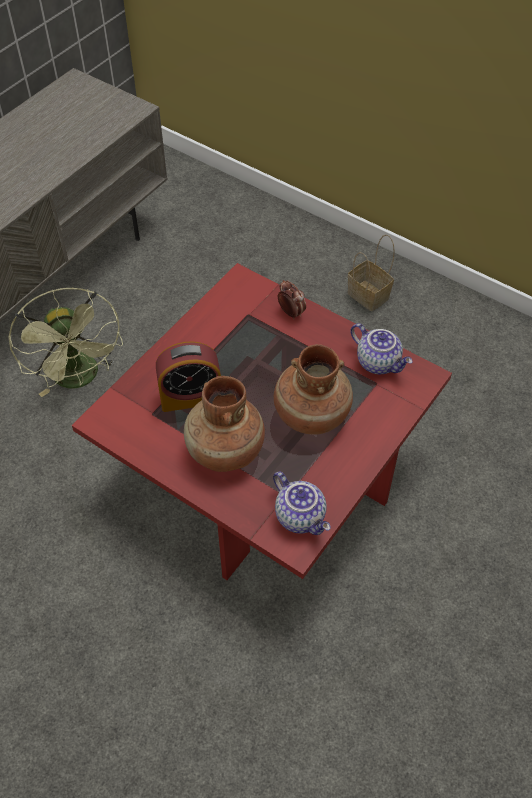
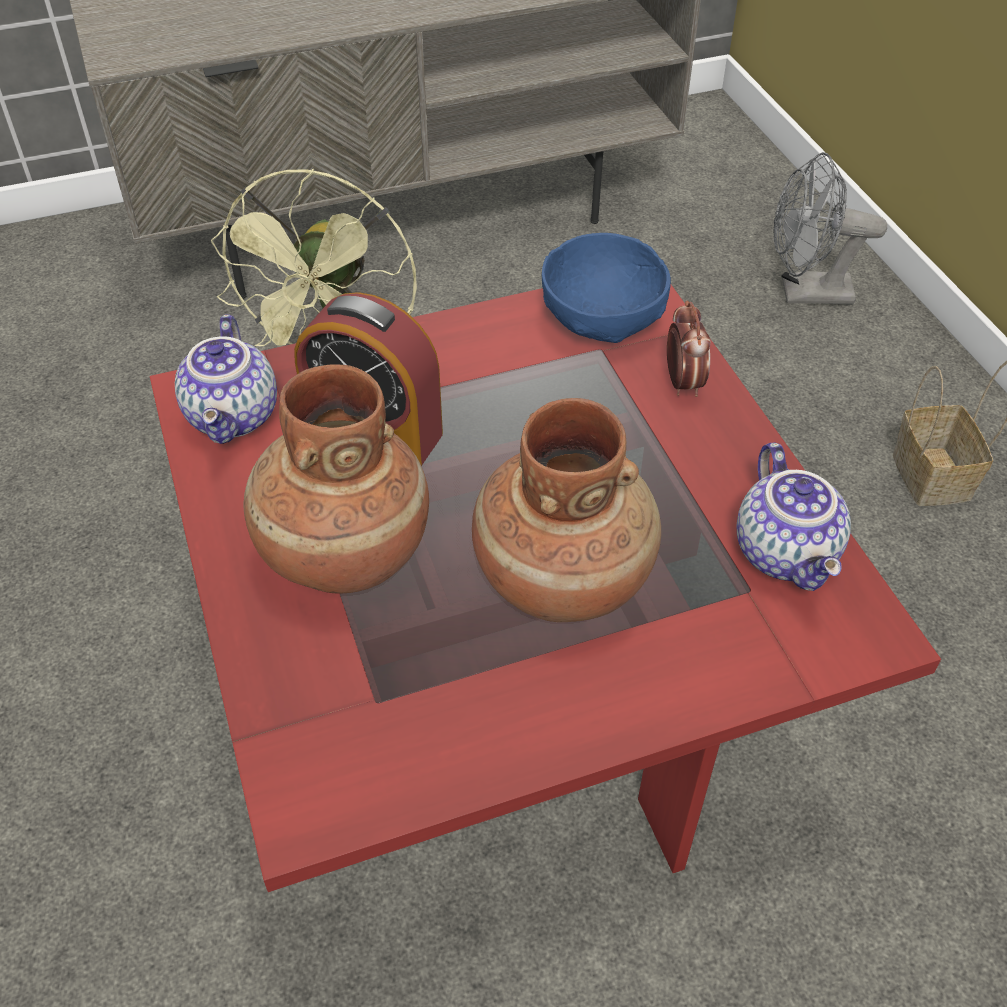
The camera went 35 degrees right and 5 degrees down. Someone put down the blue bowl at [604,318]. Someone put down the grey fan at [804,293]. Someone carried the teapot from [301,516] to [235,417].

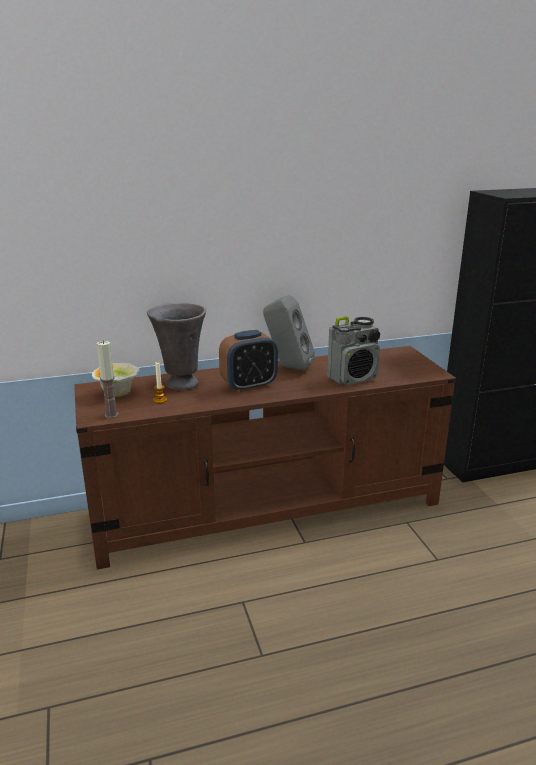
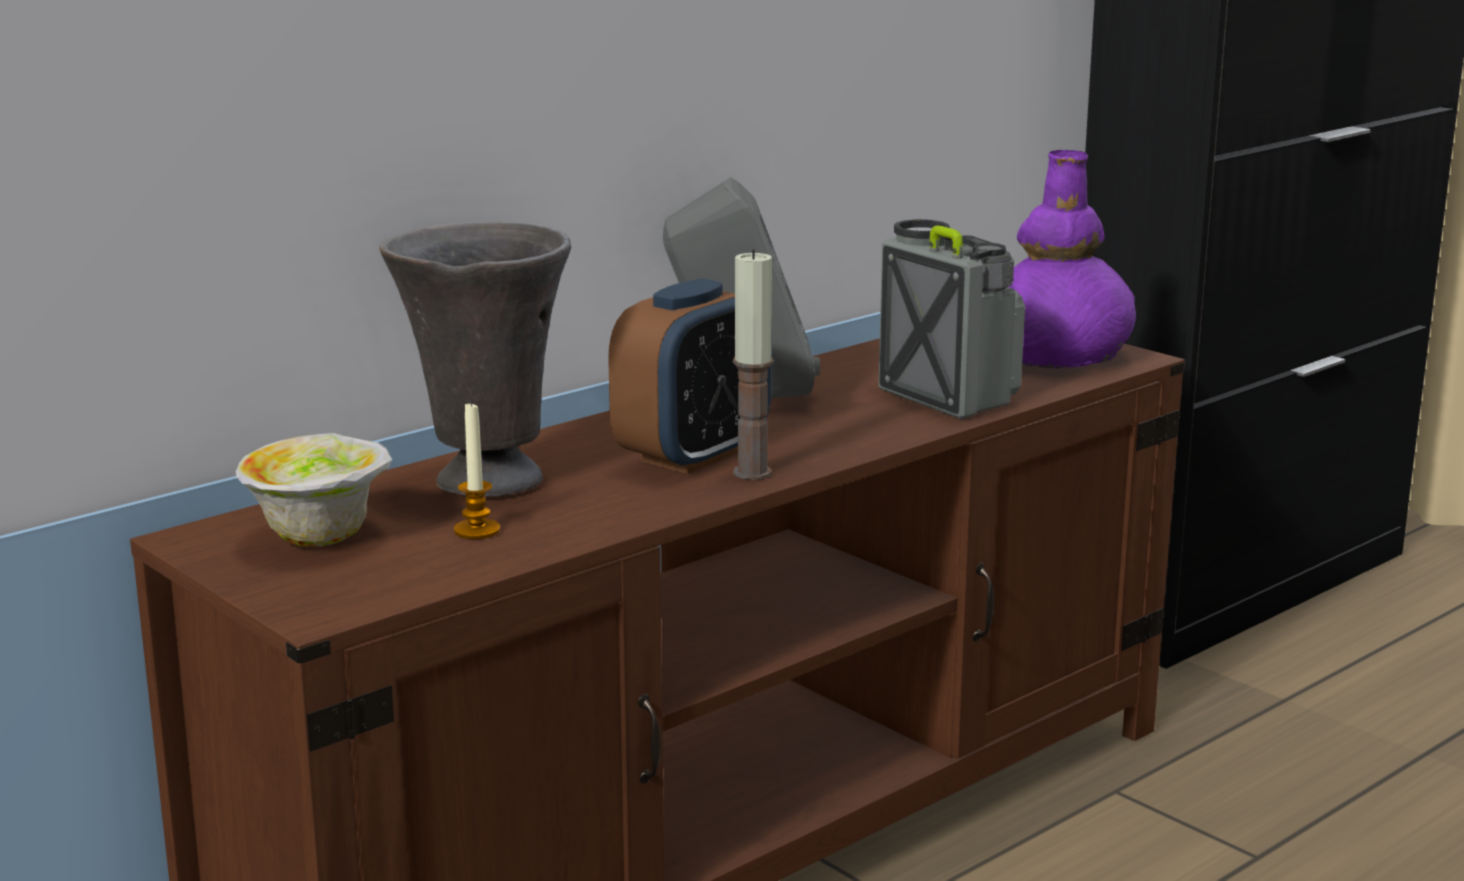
The camera went 25 degrees left and 5 degrees down. Someone put down the purple vase at [1057,356]. Someone carried the candle from [111,415] to [752,473]. Someone rotated the radio at [353,378] by 75 degrees counterclockwise.

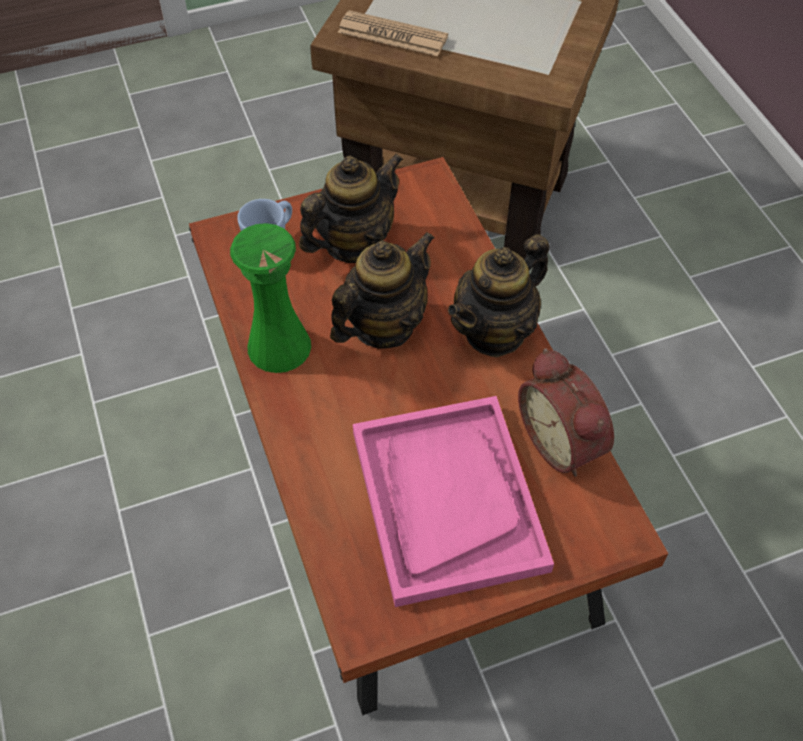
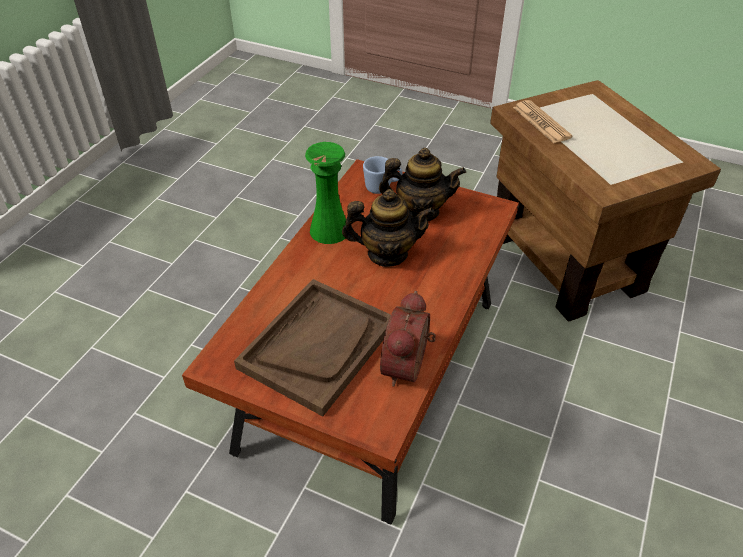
The camera went 45 degrees right and 10 degrees down. Someone took away the teapot at [495,332]. Someone repainted the pink tray at [447,499], which became the brown tray at [317,346].

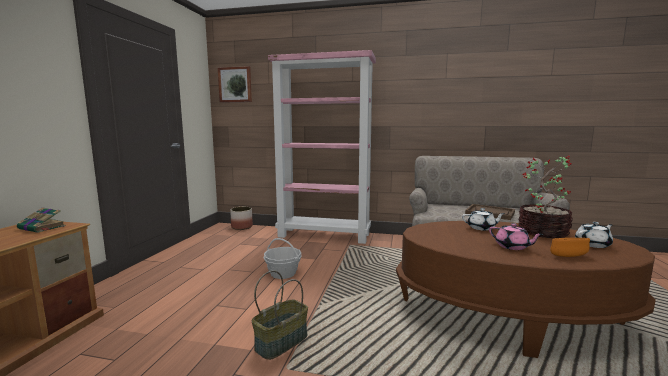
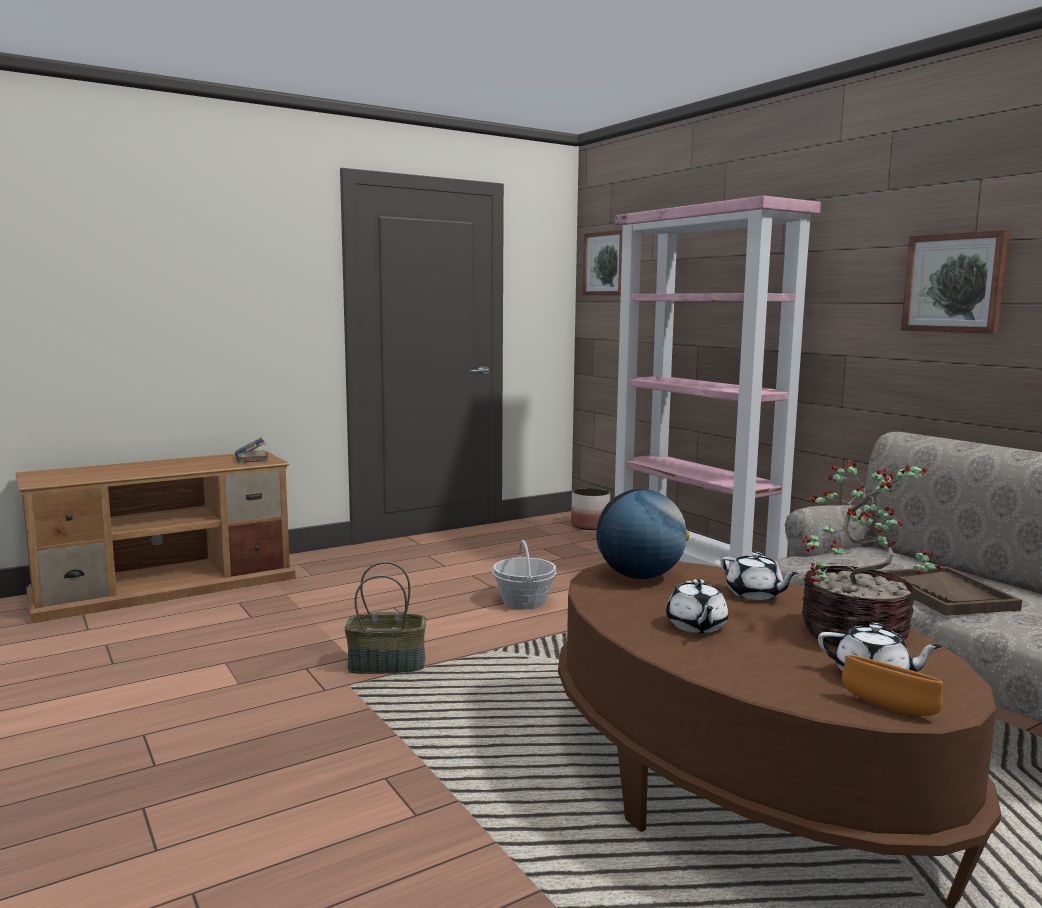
The camera went 45 degrees right and 0 degrees up. Someone put down the globe at [639,576]. Someone put up the picture at [954,283]. Someone carried the orange bowl from [568,256] to [888,708]. Someone repainted the pink teapot at [512,247], which became the white teapot at [696,626].

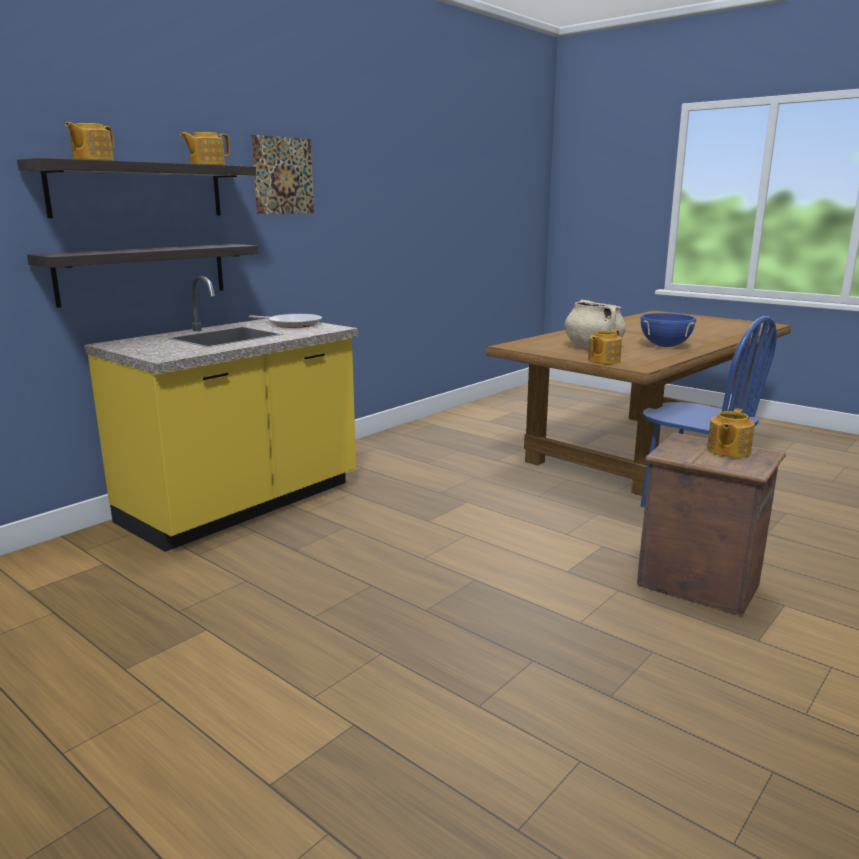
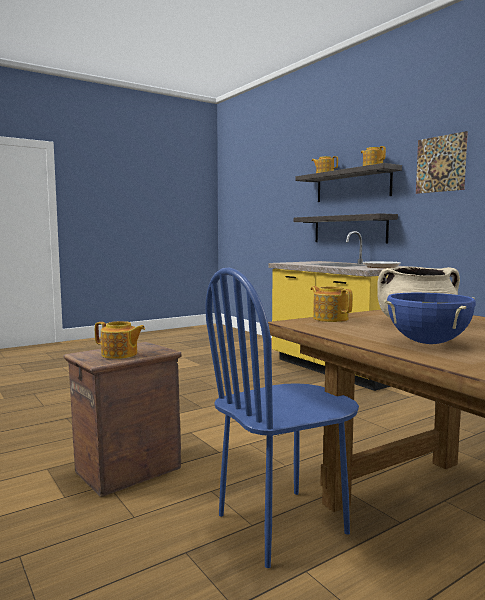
The camera went 105 degrees right and 10 degrees down. Someone rotated the teapot at [727,451] by 150 degrees clockwise.

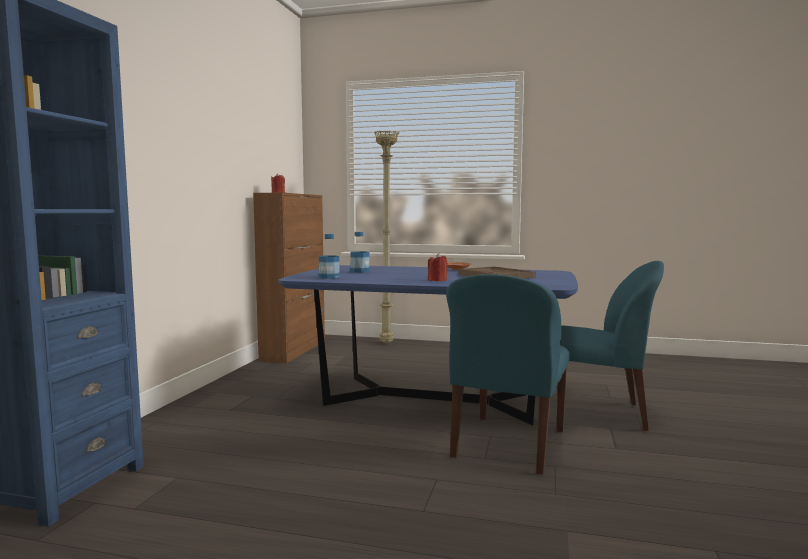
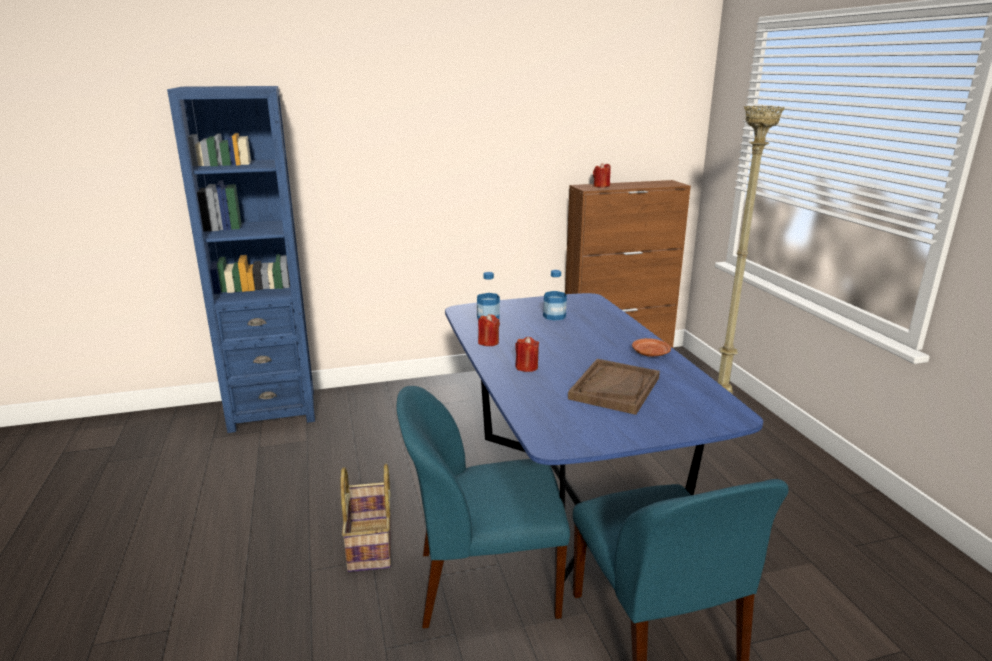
The camera went 60 degrees right and 15 degrees up. Someone put down the basket at [371,544]. Someone put down the red candle at [488,342].

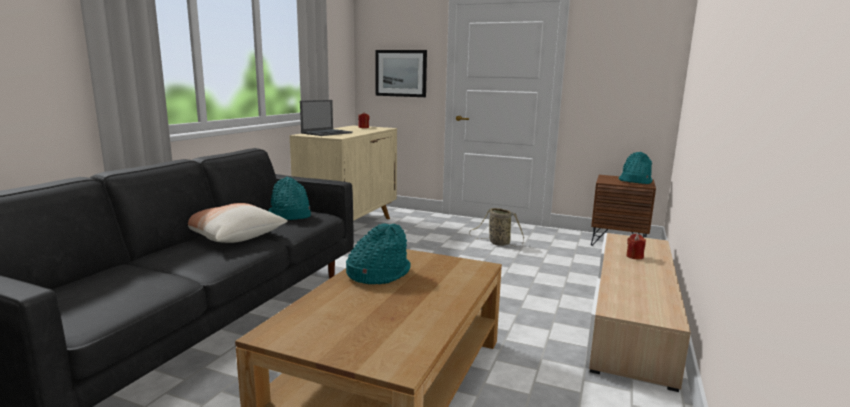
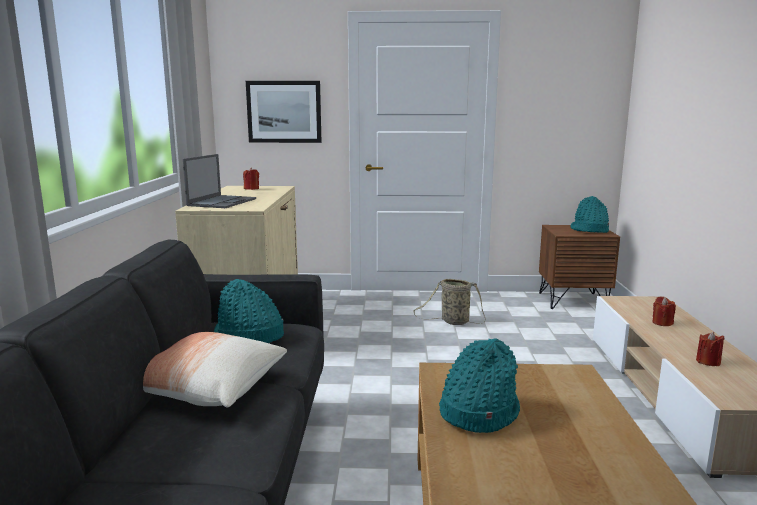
The camera went 20 degrees left and 0 degrees up. Someone put down the red candle at [708,362].

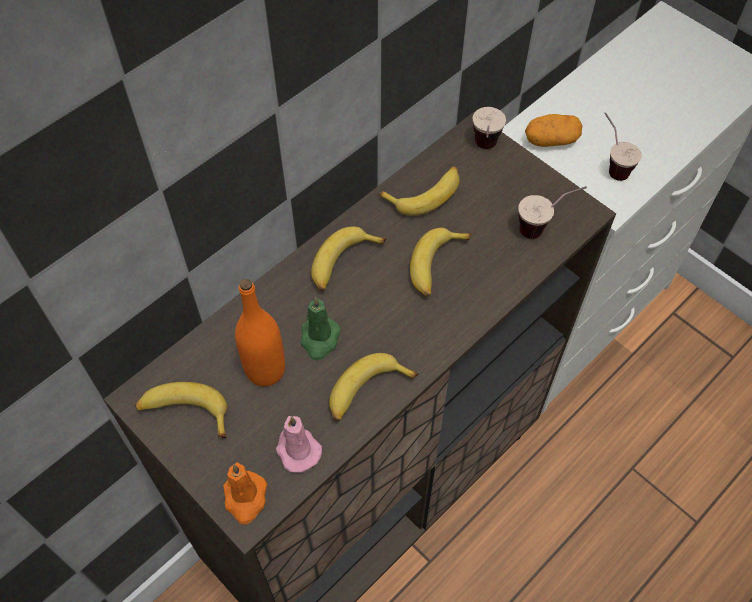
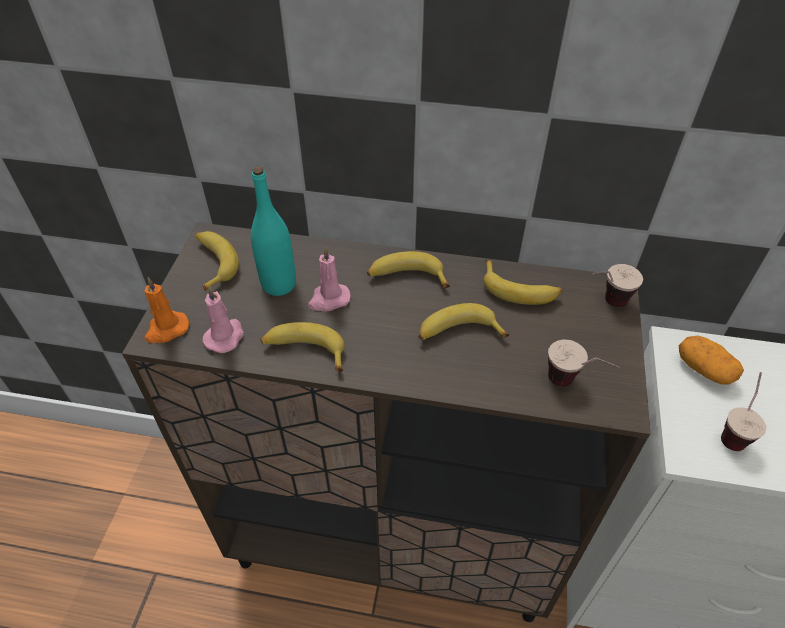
The camera went 55 degrees right and 10 degrees down. Someone repainted the orange bottle at [265,370], which became the turquoise bottle at [279,284]. Someone repainted the green candle at [319,339], which became the pink candle at [328,299].

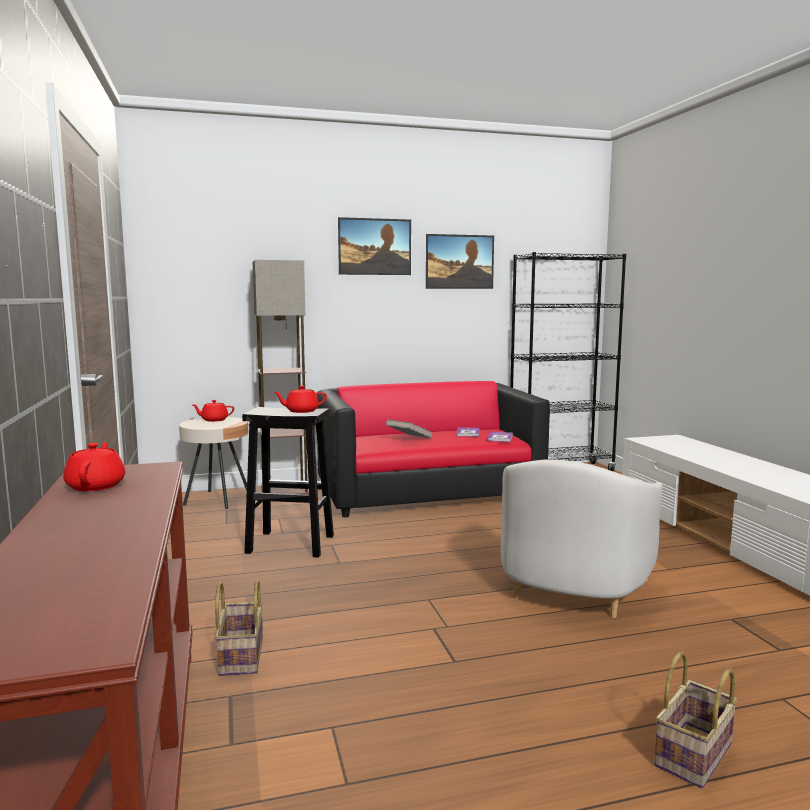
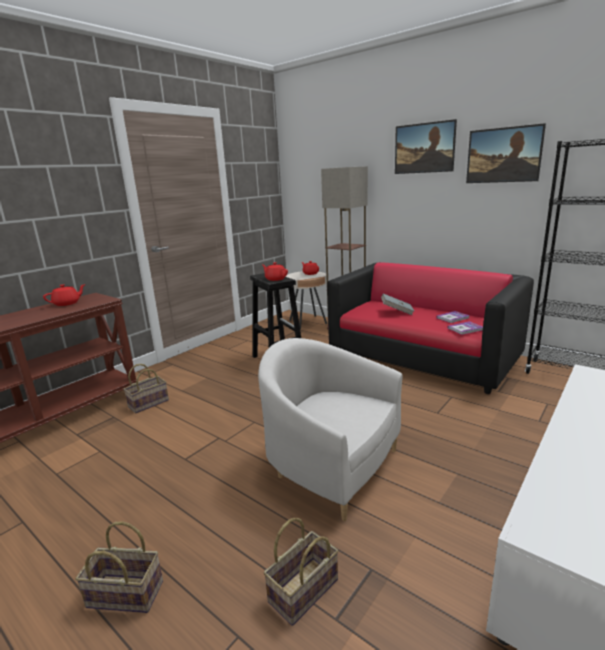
The camera went 55 degrees right and 10 degrees up. Someone put down the basket at [303,592]. Someone rotated the white armchair at [572,589] by 45 degrees clockwise.

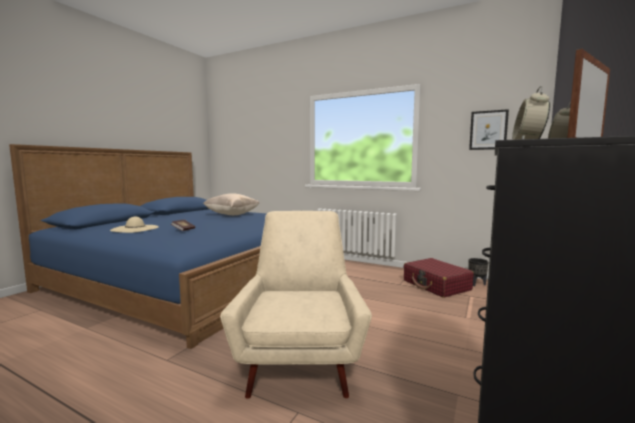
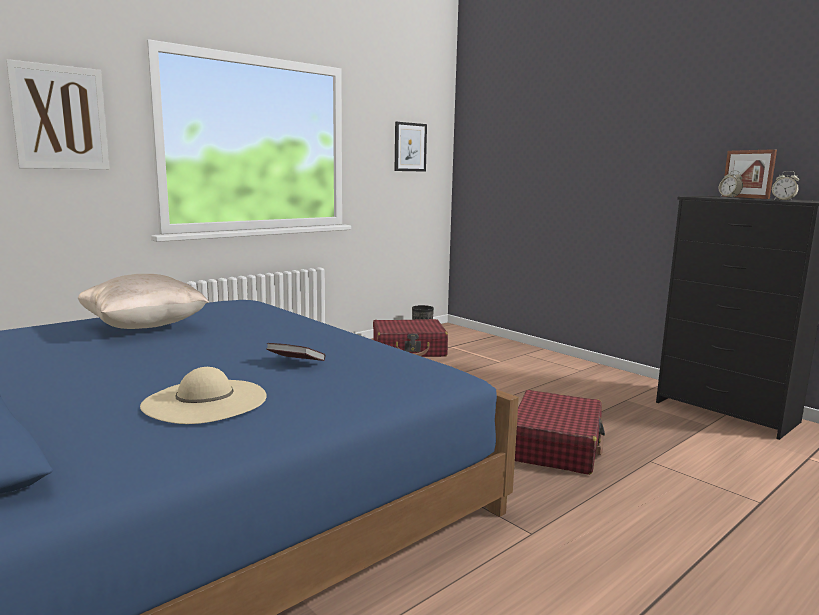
The camera went 70 degrees left and 5 degrees up. Someone put up the picture at [60,117]. Someone swapped the beige armchair at [300,358] for the red suitcase at [555,446].

